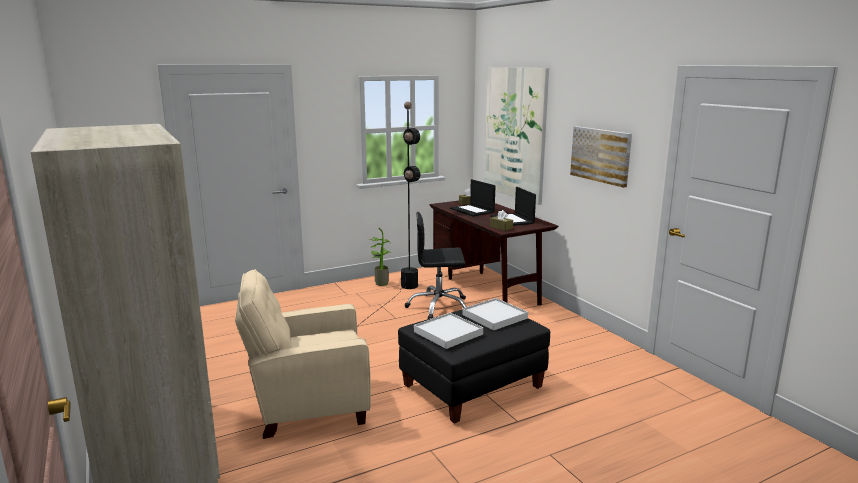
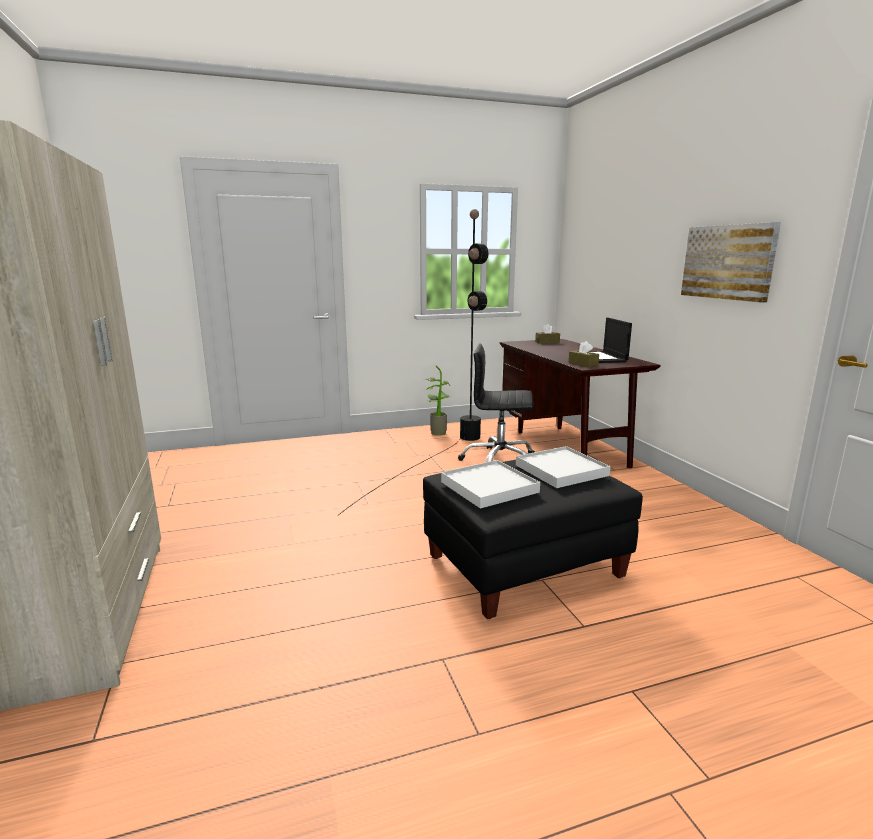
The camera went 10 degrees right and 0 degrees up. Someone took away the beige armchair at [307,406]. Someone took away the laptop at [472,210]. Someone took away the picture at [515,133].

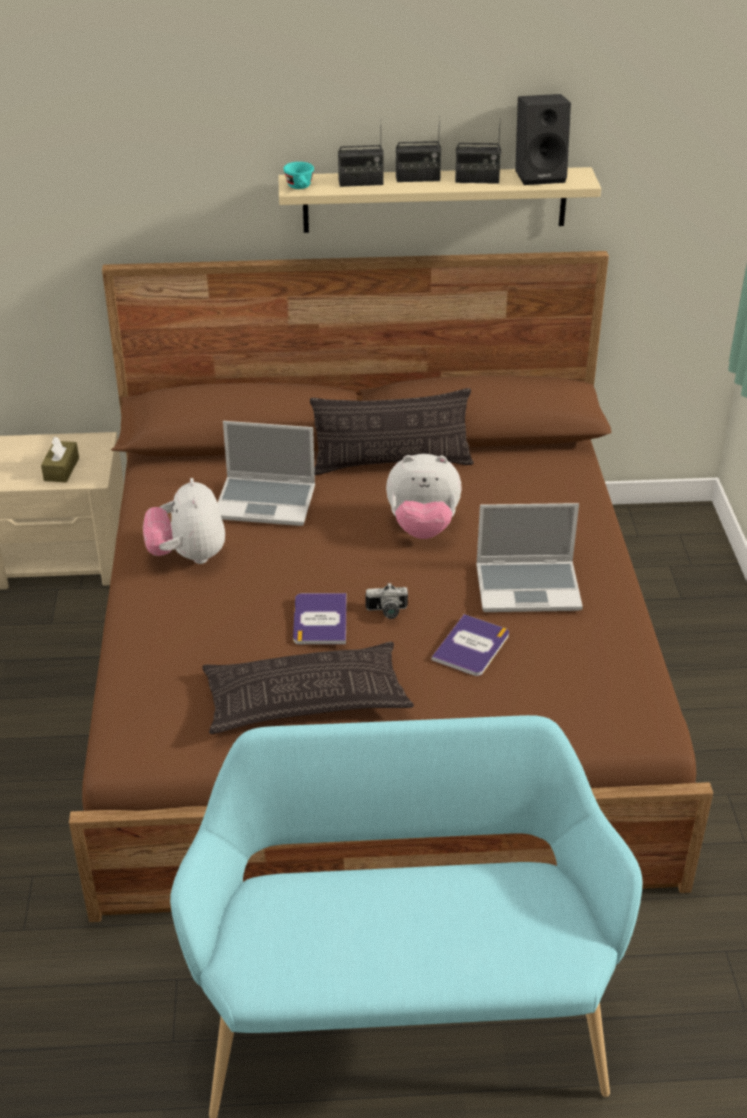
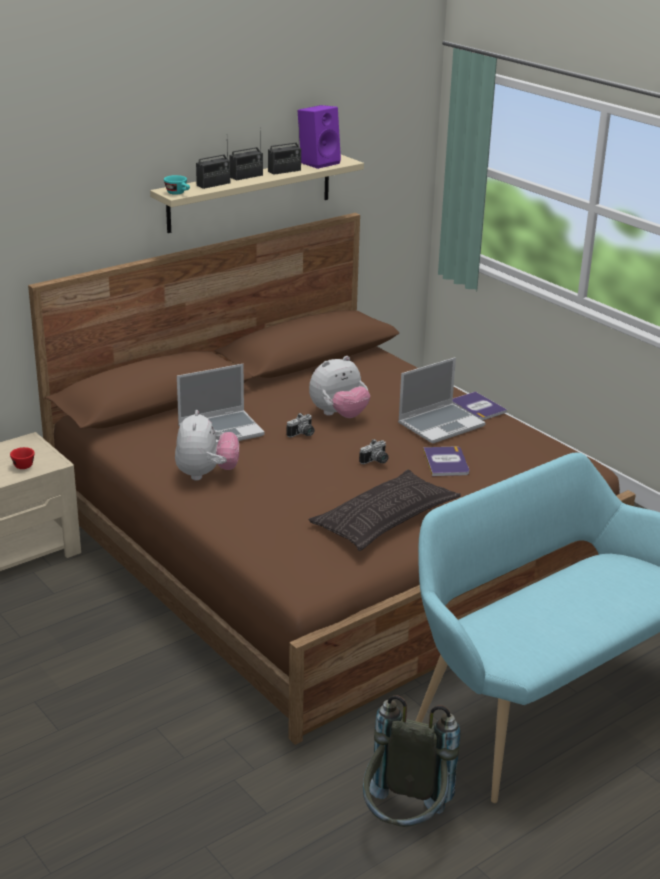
The camera went 35 degrees left and 10 degrees down. Someone took away the pillow at [392,463]. Someone put down the photo camera at [302,434]. Someone put down the grey backpack at [404,822]. Someone carried the book from [320,620] to [477,407]. Someone swapped the brown tissue box at [61,469] for the red cup at [22,464]. Someone repainted the black speaker at [540,175], which became the purple speaker at [318,162]. Someone rotated the plush toy at [188,556] by 135 degrees counterclockwise.

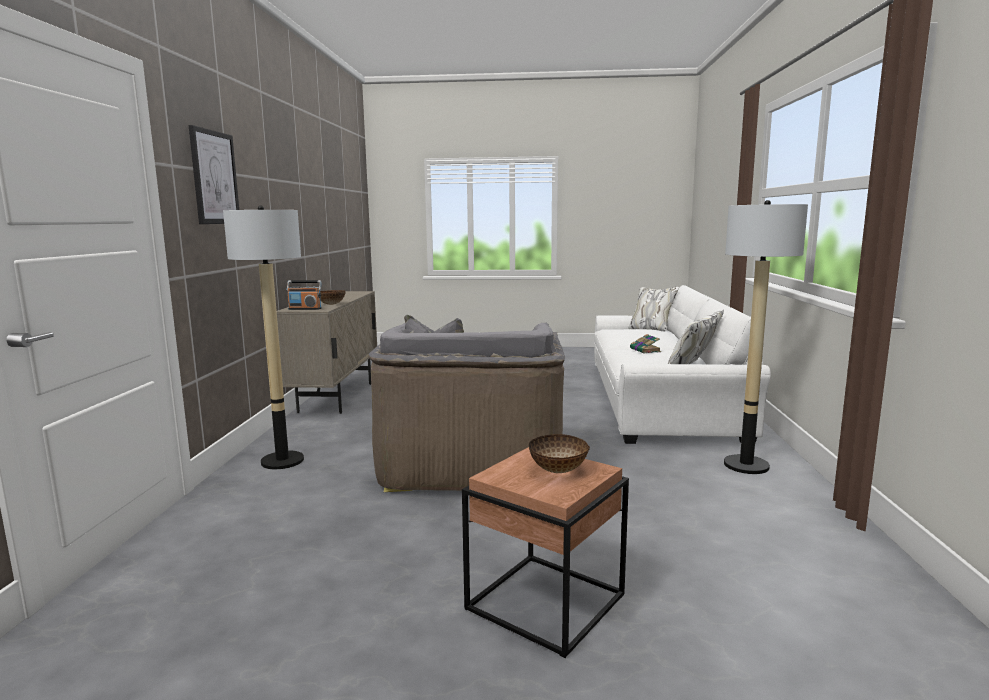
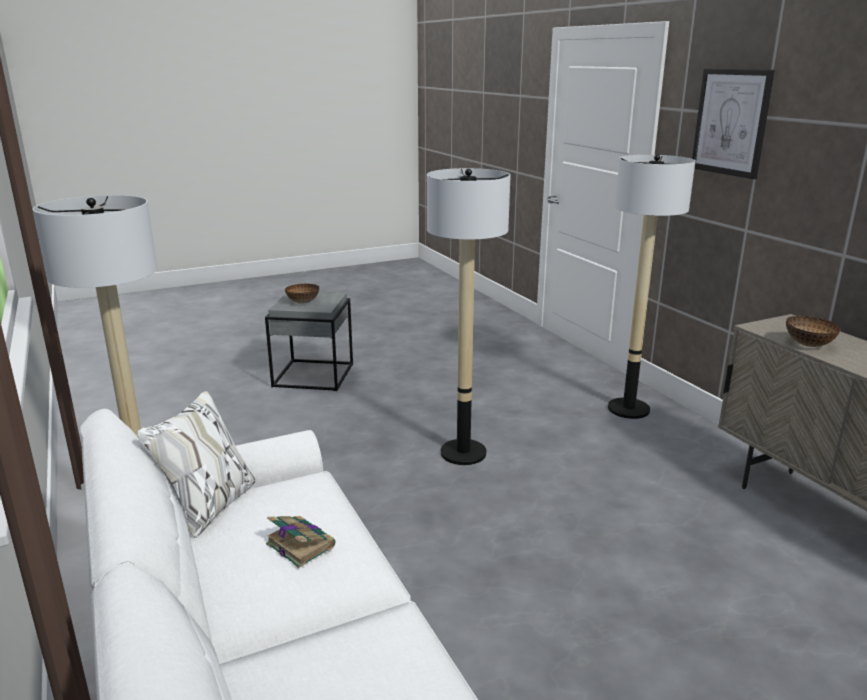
The camera went 150 degrees right and 10 degrees up. Someone took away the radio at [305,309]. Someone swapped the grey armchair at [471,463] for the floor lamp at [463,453]. Someone repainted the brown side table at [545,601], which became the grey side table at [314,376].

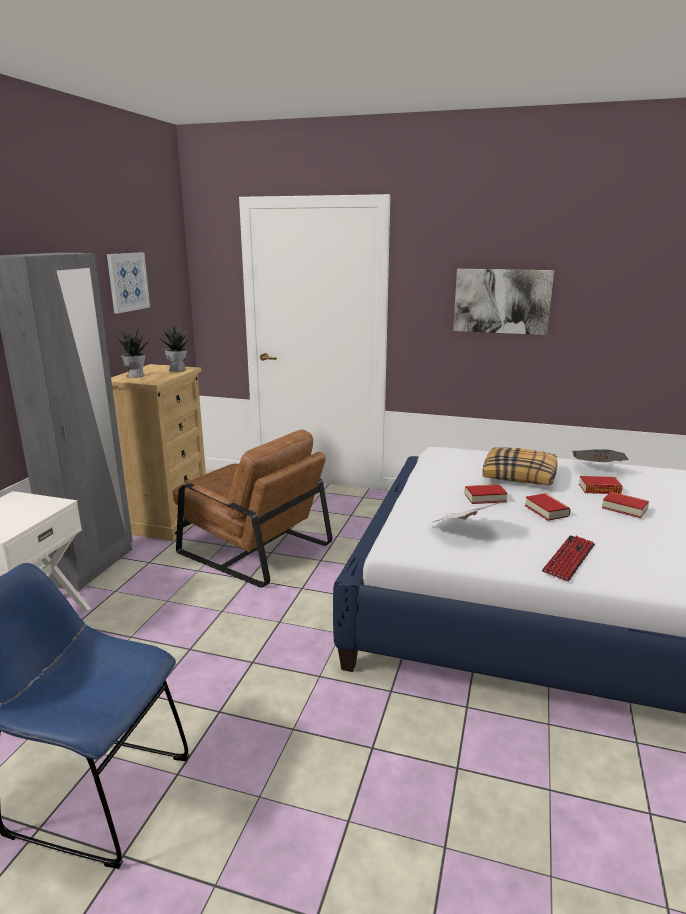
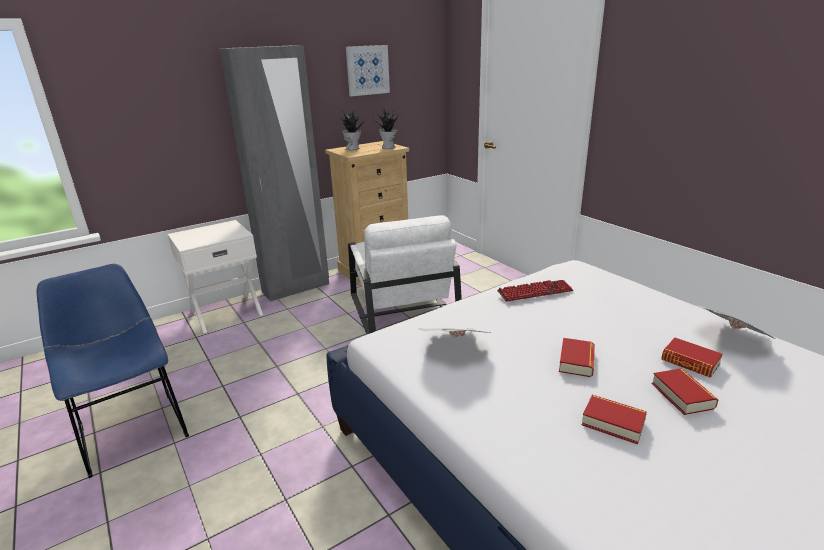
The camera went 40 degrees right and 5 degrees up. Someone took away the picture at [502,301]. Someone took away the pillow at [520,476]. Someone carried the book from [485,498] to [613,423]. Someone carried the keyboard from [569,559] to [535,292]. Someone repainted the brown armchair at [252,547], which became the white armchair at [401,309].

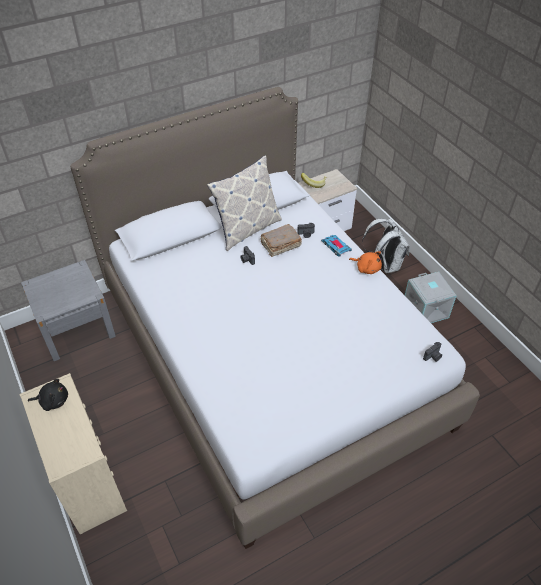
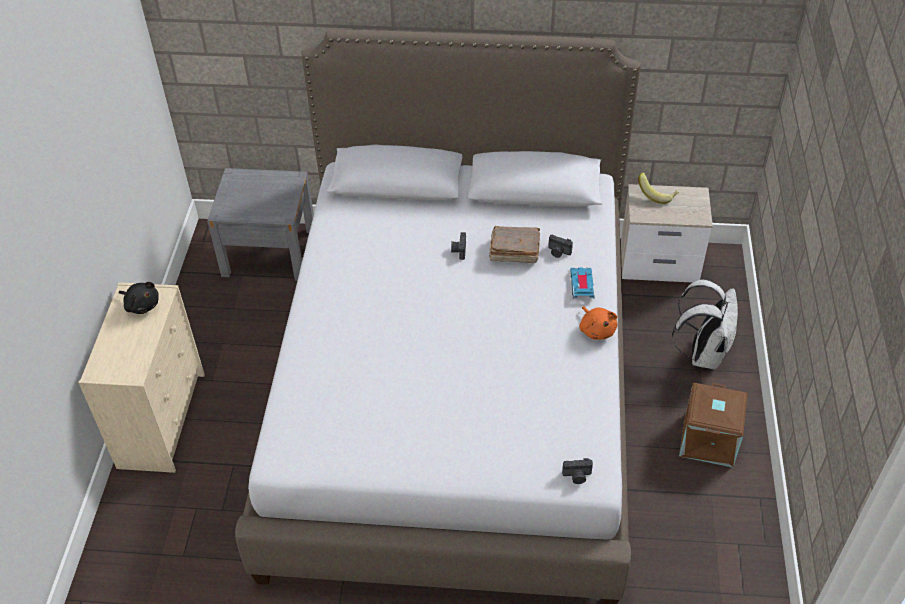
The camera went 35 degrees right and 0 degrees up. Someone took away the pillow at [247,229]. Someone repainted the grey storage box at [426,310], which became the brown storage box at [710,441].

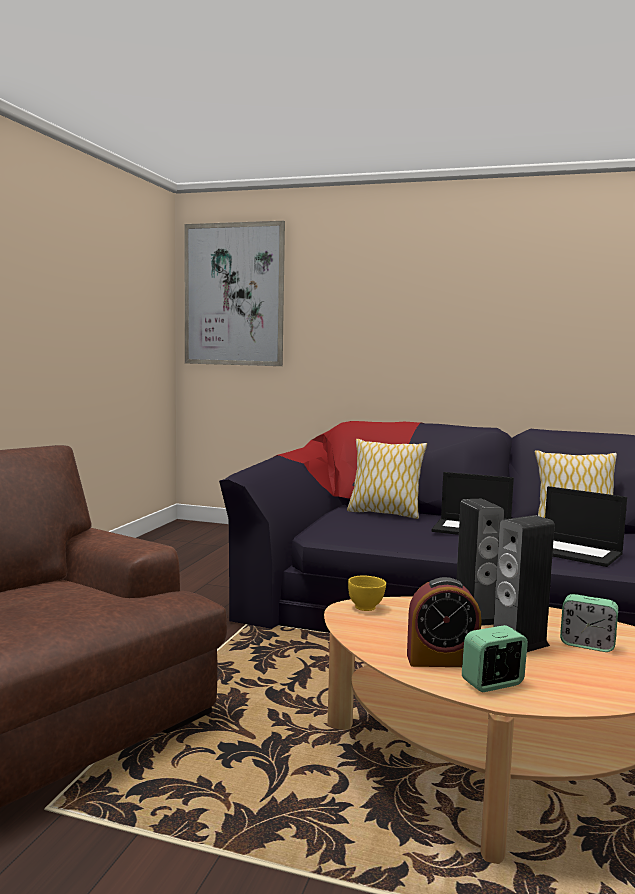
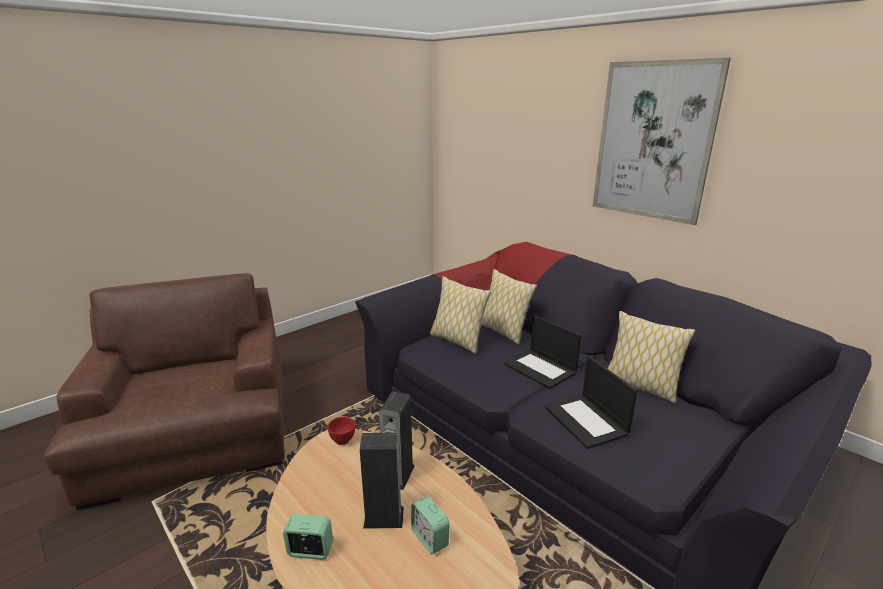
The camera went 30 degrees right and 15 degrees up. Someone took away the alarm clock at [442,660]. Someone put down the pillow at [457,341]. Someone carried the picture from [234,294] to [653,141]. Someone repainted the yellow bowl at [366,607], which became the red bowl at [343,440].

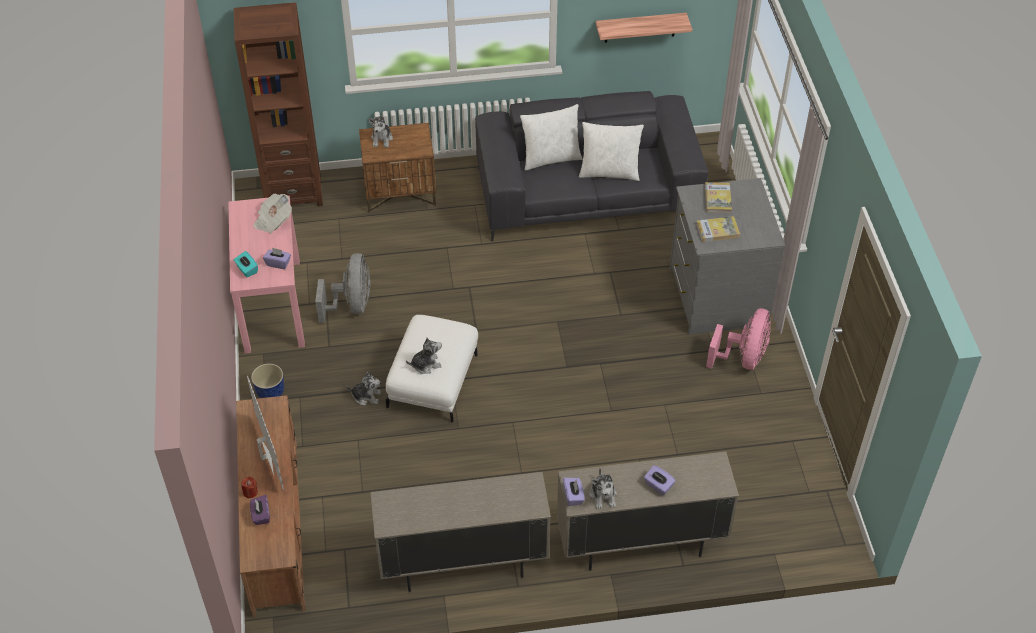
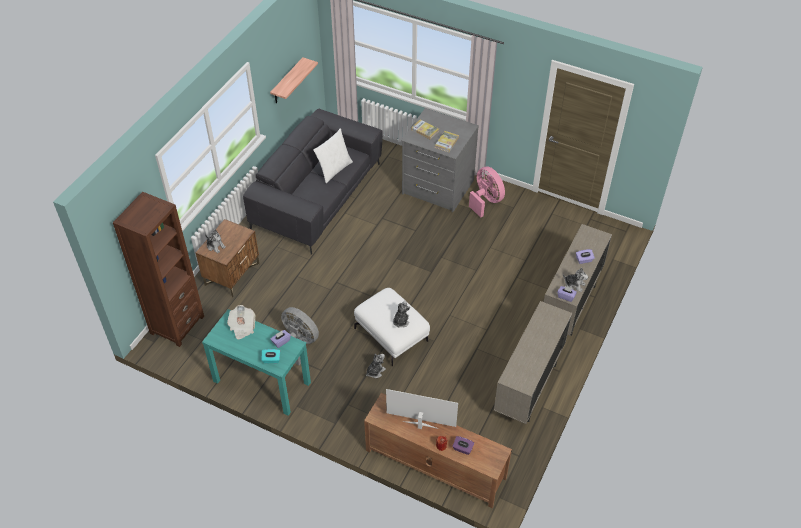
The camera went 55 degrees left and 0 degrees up. Someone took away the planter at [270,392]. Someone took away the white pillow at [551,158]. Someone repainted the pink console table at [272,304], which became the turquoise console table at [261,382].

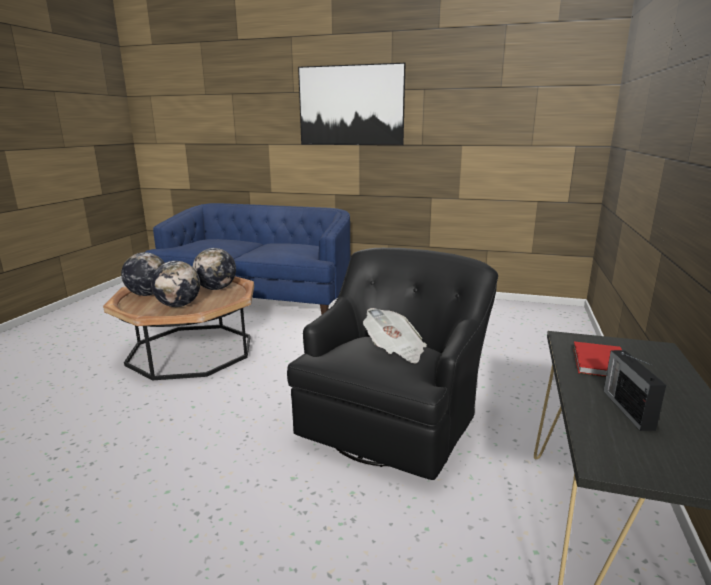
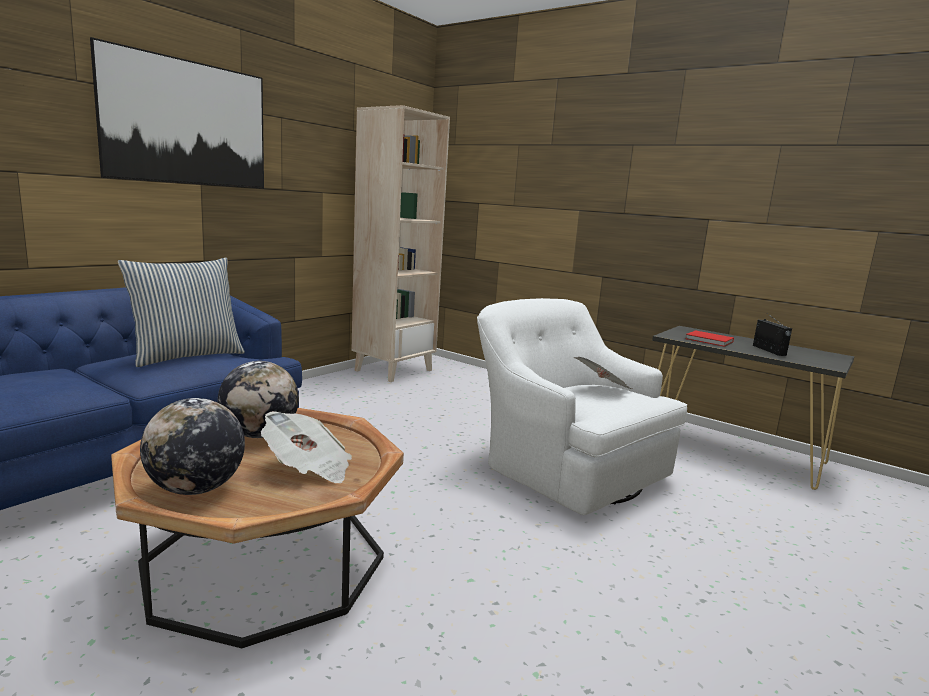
The camera went 70 degrees left and 5 degrees down. Someone put down the pillow at [186,356]. Someone put down the beige bookcase at [393,370]. Someone swapped the globe at [179,305] for the newspaper at [308,468]. Someone repainted the black armchair at [393,417], which became the white armchair at [565,467]. Someone rotated the radio at [627,408] by 120 degrees counterclockwise.

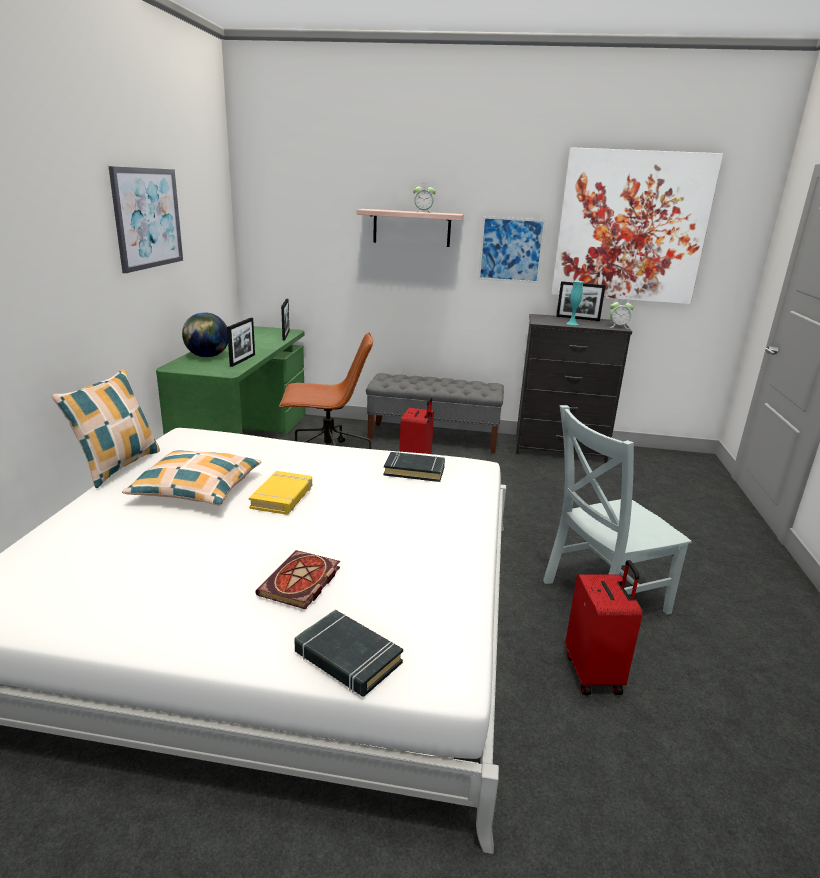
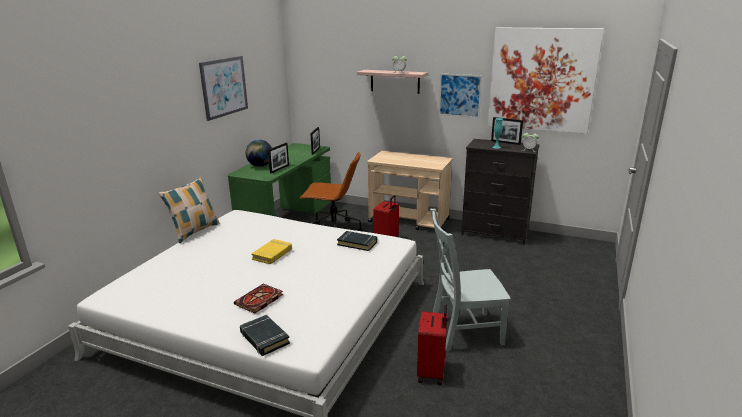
The camera went 15 degrees right and 0 degrees up. Someone took away the pillow at [197,488]. Someone swapped the grey bench at [433,438] for the beige cart at [409,221].

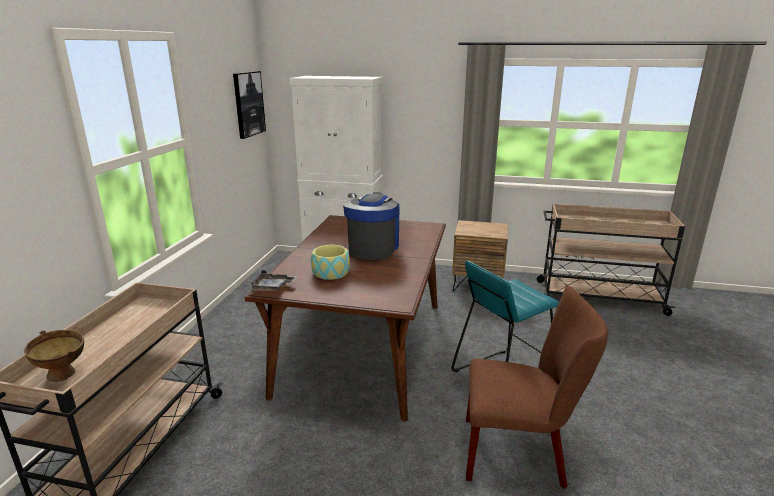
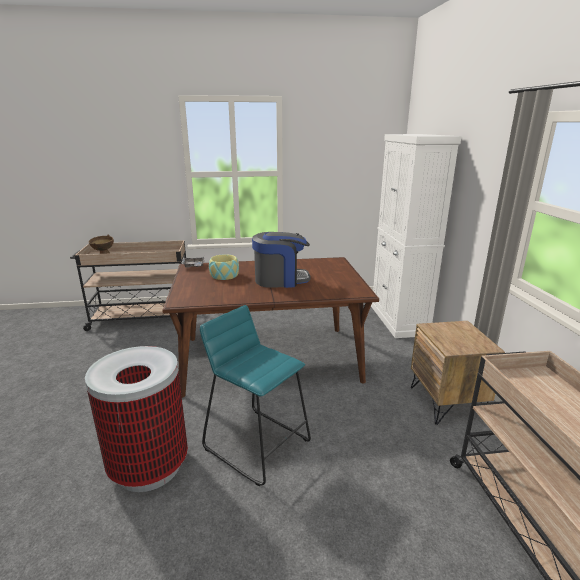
The camera went 70 degrees right and 0 degrees up. Someone took away the picture at [248,104]. Someone swapped the brown chair at [520,453] for the trash can at [149,467].

